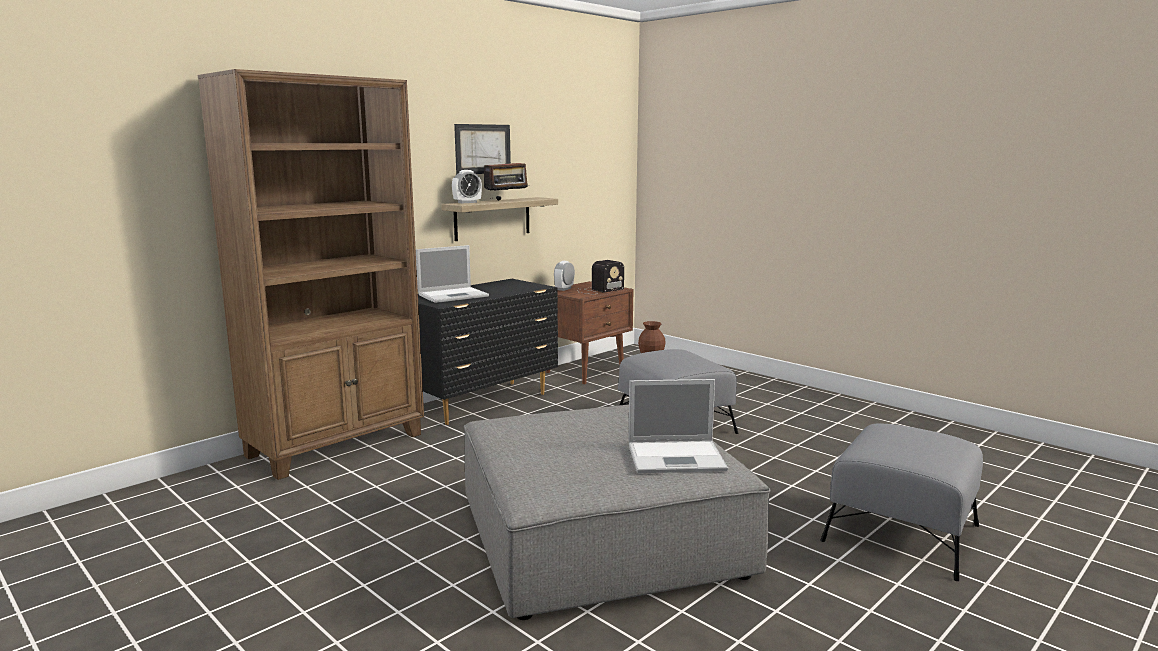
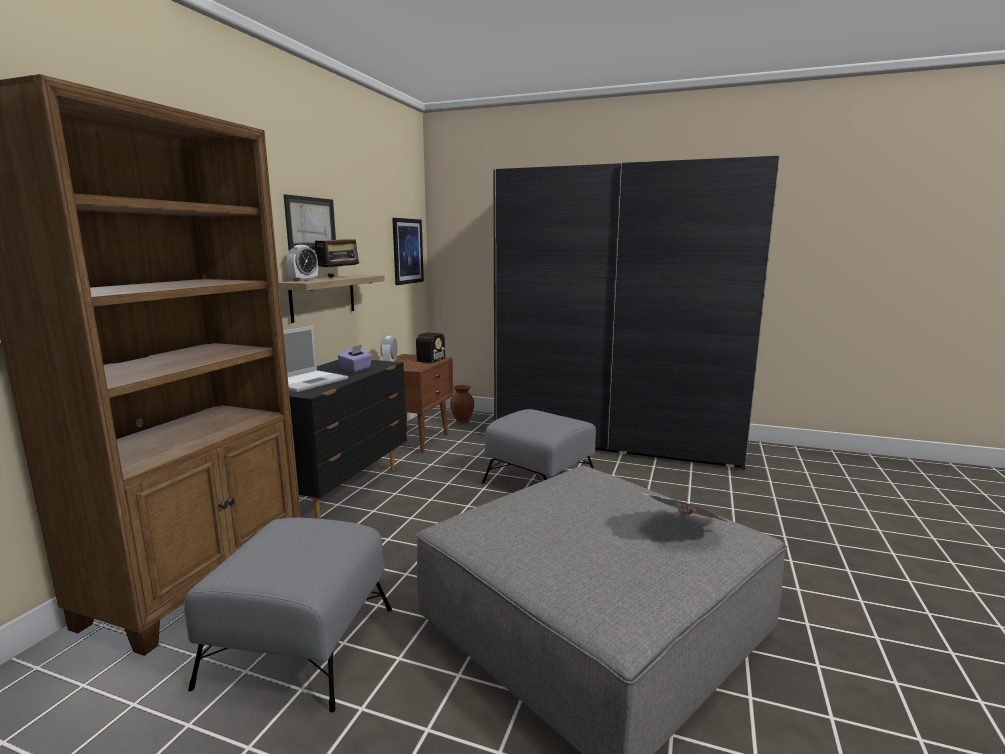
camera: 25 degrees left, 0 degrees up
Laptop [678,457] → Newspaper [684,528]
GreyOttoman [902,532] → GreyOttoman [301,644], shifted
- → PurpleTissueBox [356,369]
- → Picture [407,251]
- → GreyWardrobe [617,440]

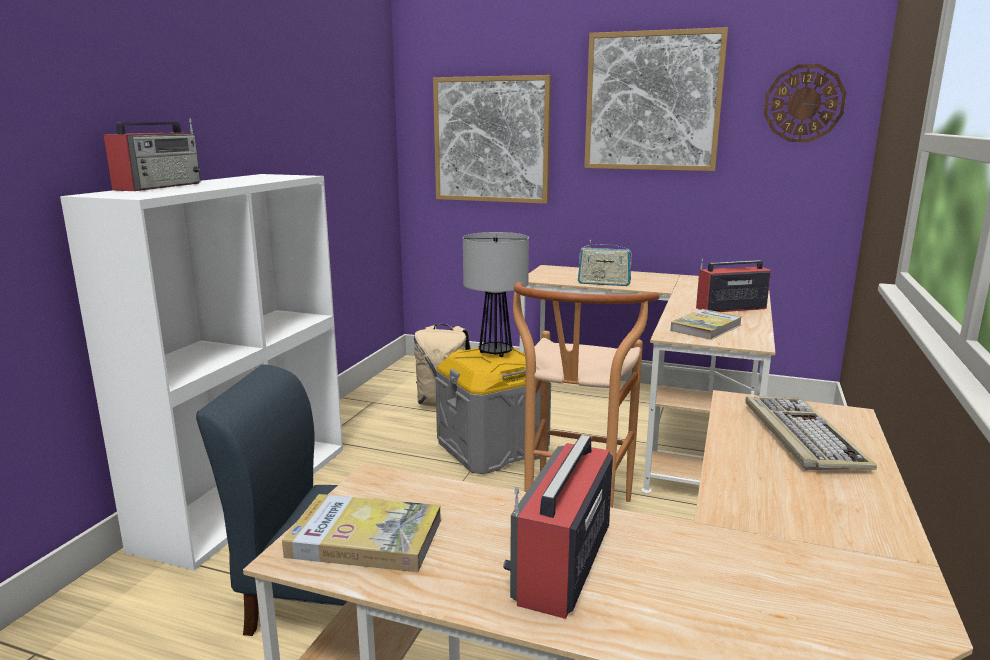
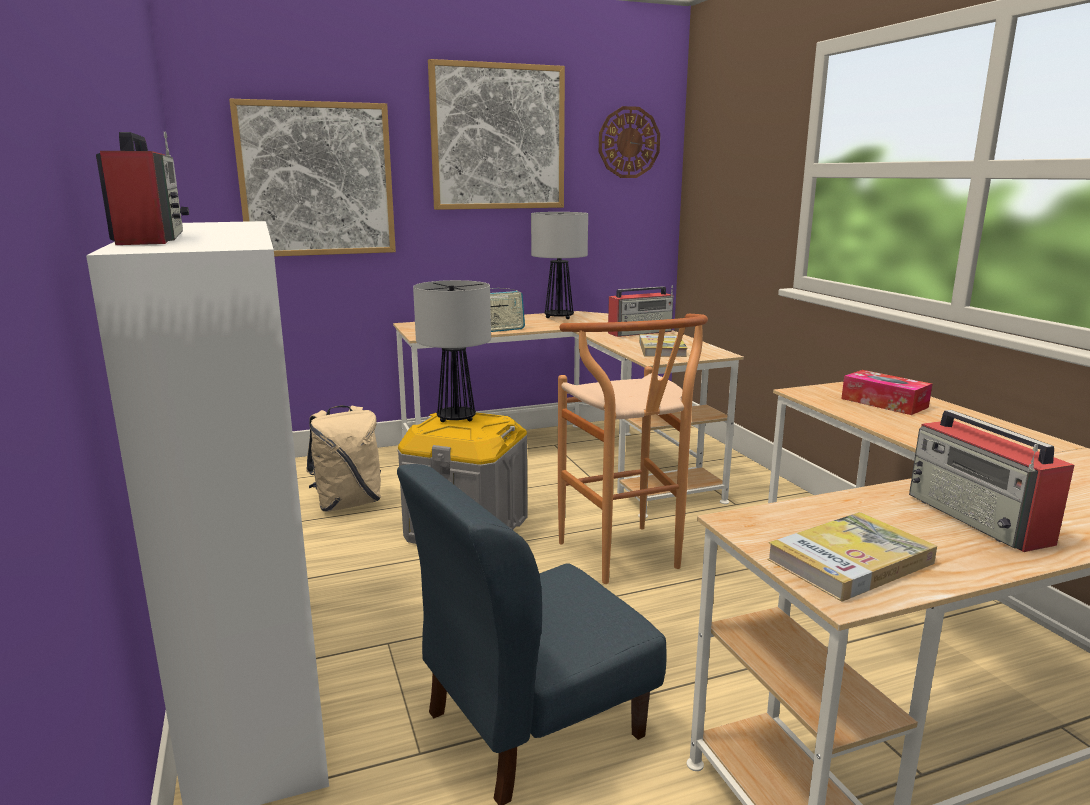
camera: 40 degrees left, 0 degrees up
Radio [729,308] → Radio [641,332], 150 degrees counterclockwise
Keyboard [800,435] → TissueBox [884,403]
- → TableLamp [558,317]

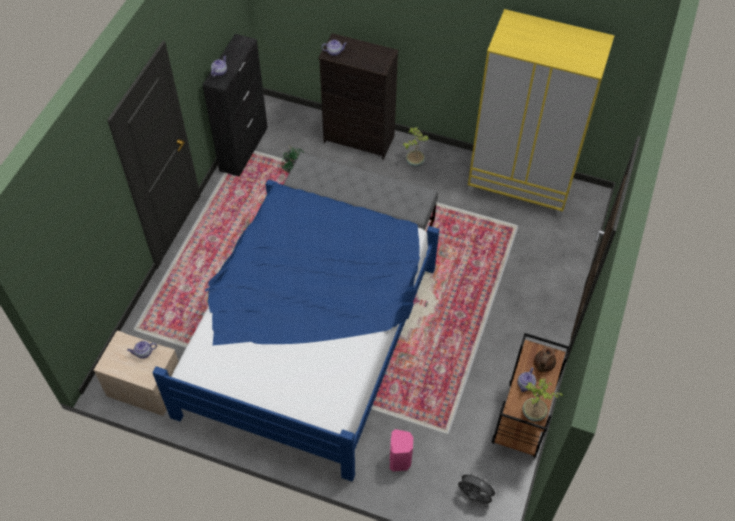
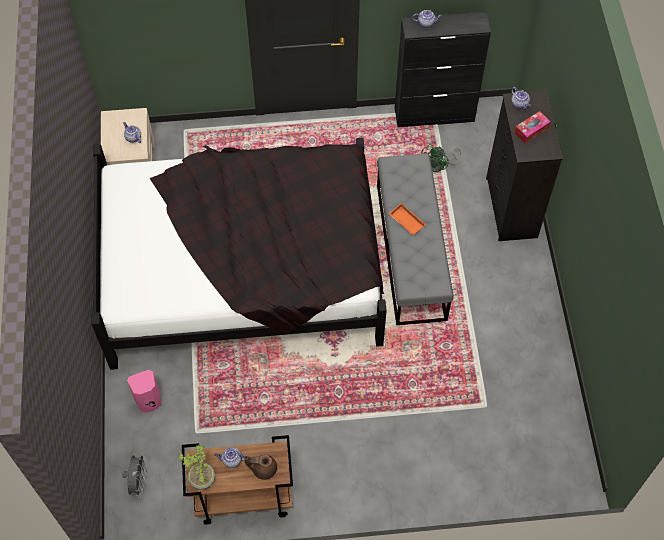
camera: 65 degrees right, 5 degrees up
BlueBed [308,337] → BlackBed [243,268]
PottedPlant [414,162] → -
YellowWardrobe [520,186] → -
- → OrangeTray [405,221]
- → TissueBox [531,130]

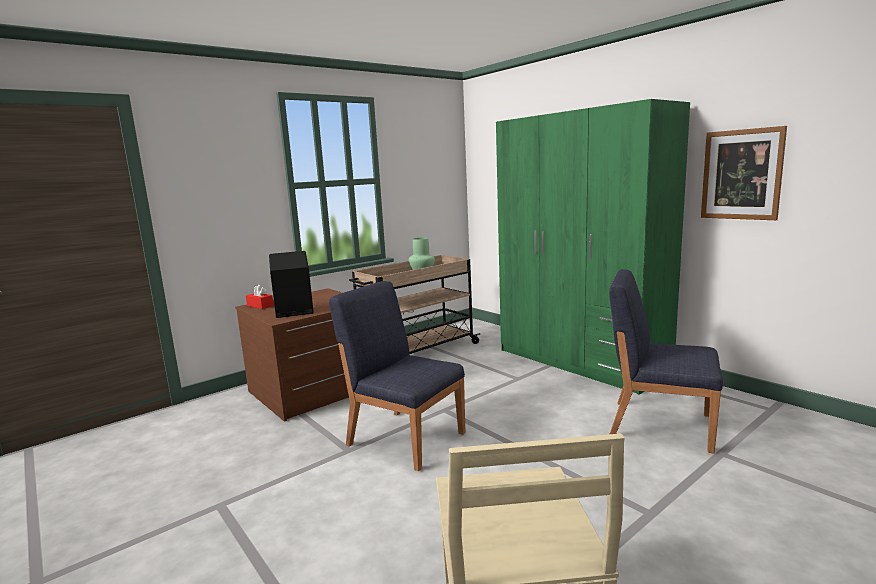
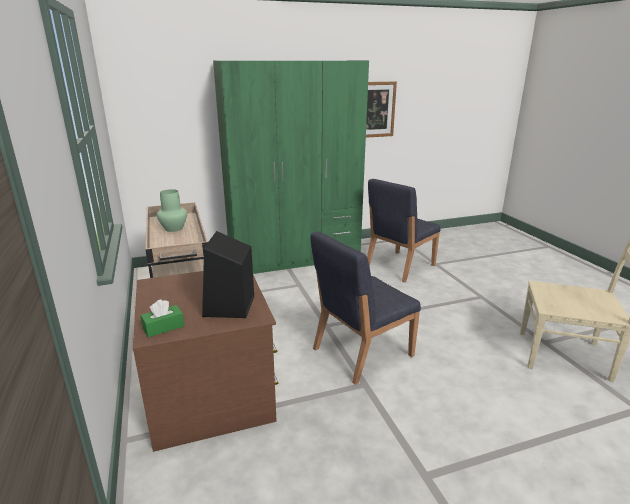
camera: 70 degrees left, 10 degrees up
RedTissueBox [260,306] → GreenTissueBox [163,327]

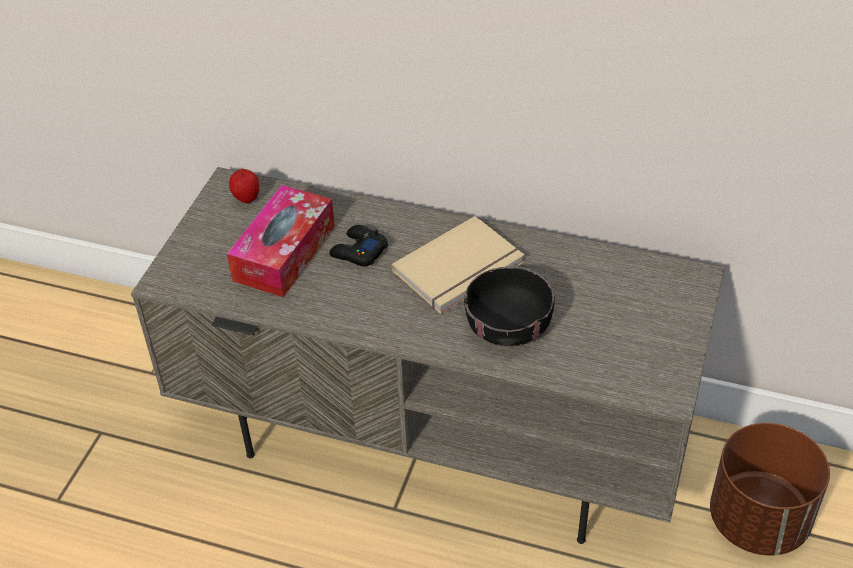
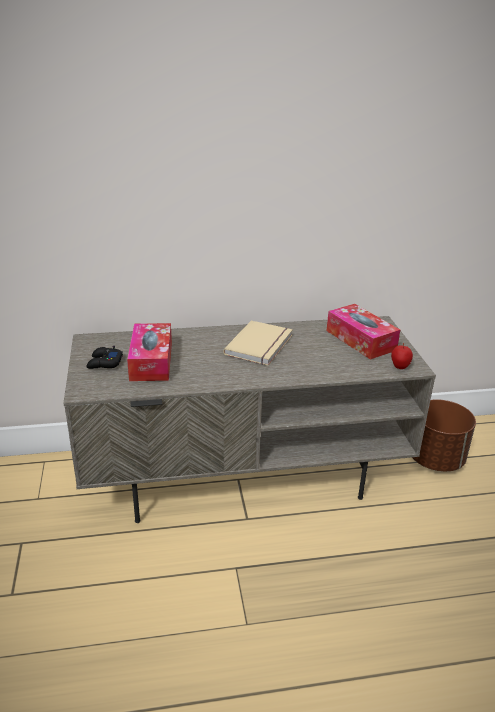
camera: 30 degrees left, 15 degrees down
Apple [246,199] → Apple [399,367], shifted
BlackGameController [358,251] → BlackGameController [104,363], shifted
BlackBowl [509,325] → -
- → TissueBox [360,340]

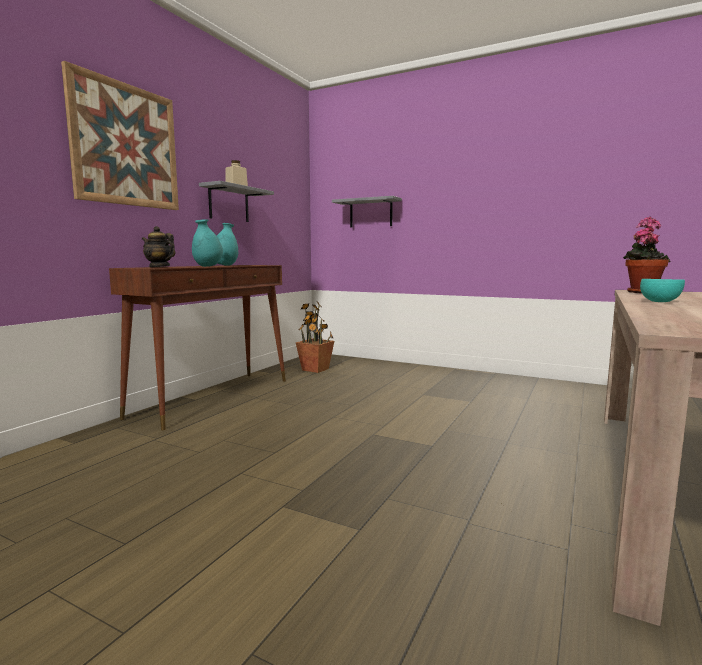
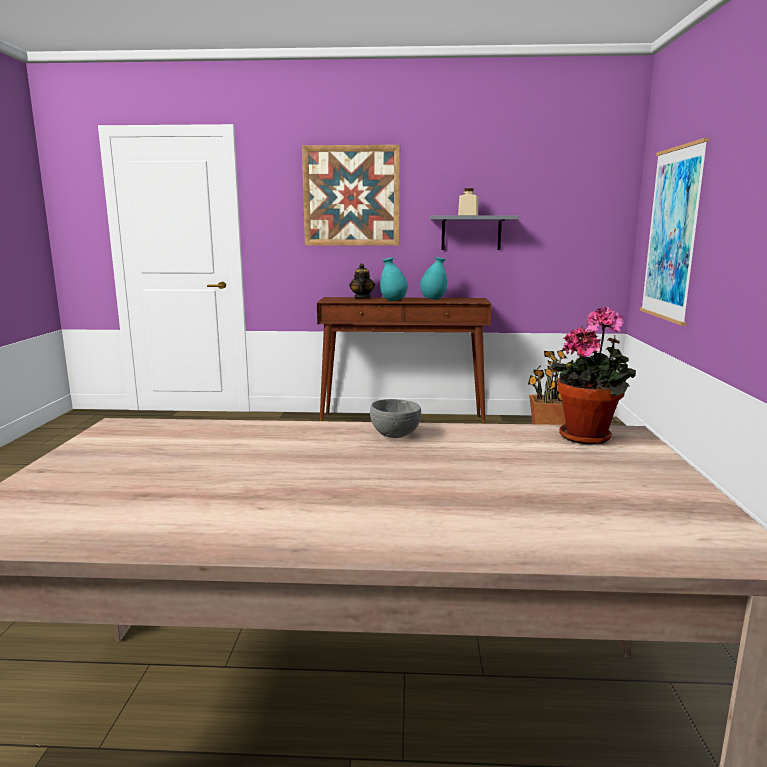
camera: 65 degrees right, 5 degrees up
GreyShelf [371,213] → Picture [672,234]
TurquoiseBowl [659,302] → GreyBowl [394,435]

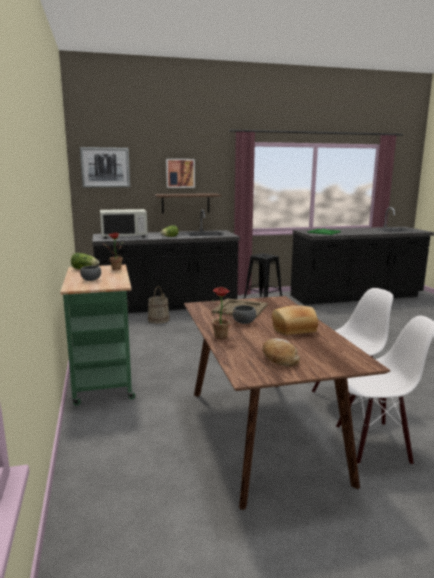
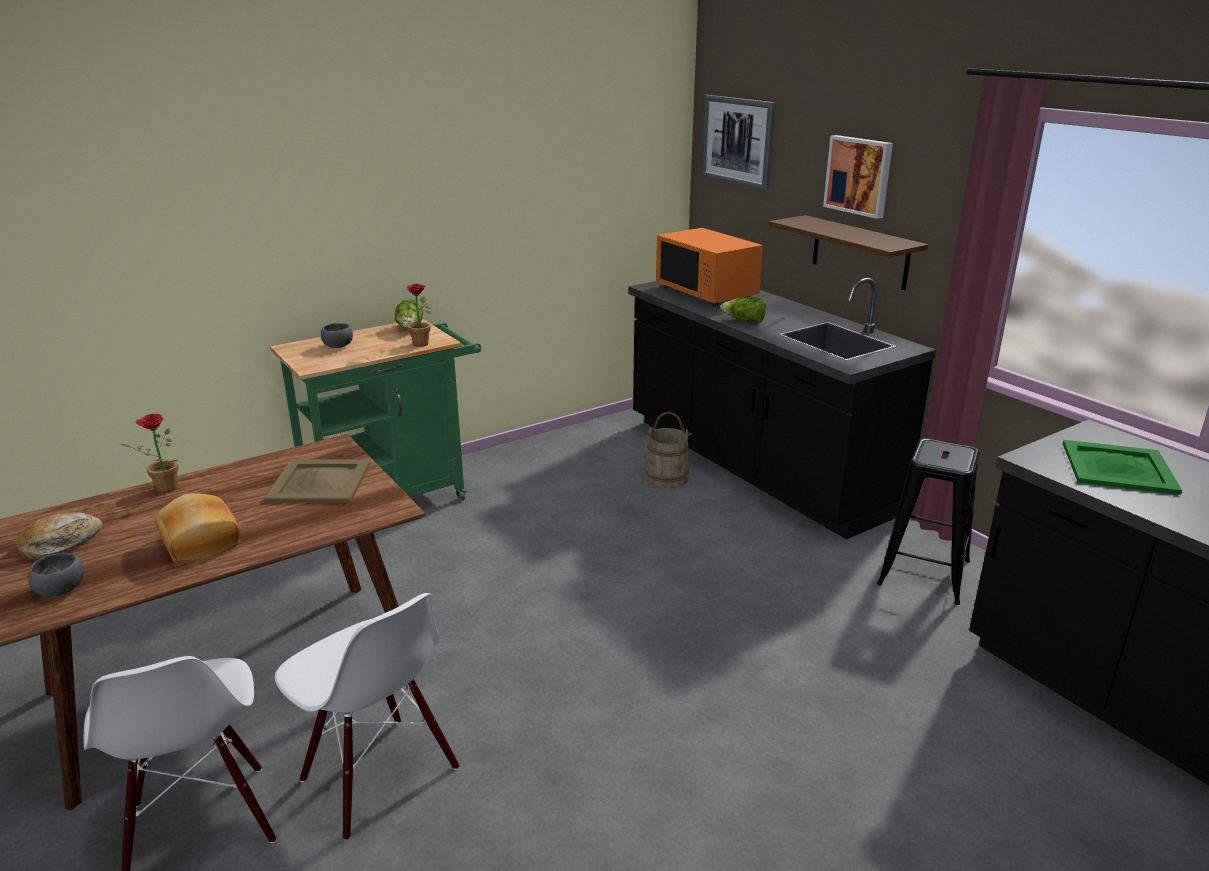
camera: 70 degrees right, 10 degrees up
WhiteMicrowave [124,236] → OrangeMicrowave [707,292]
GreyBowl [243,322] → GreyBowl [62,590], shifted

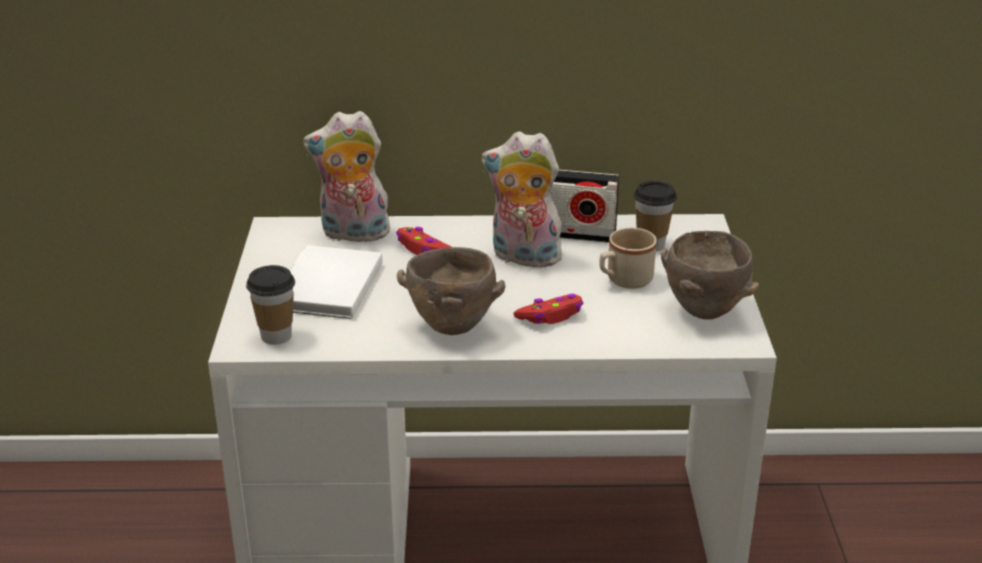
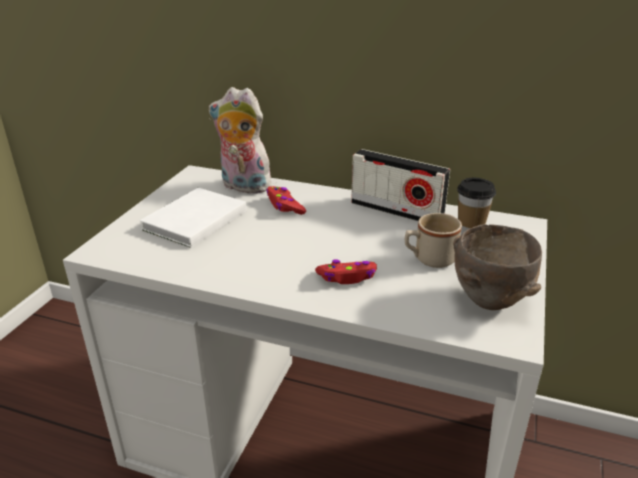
camera: 20 degrees right, 0 degrees up
Cup [276,336] → -
BrownBowl [454,327] → -
PlushToy [523,258] → -

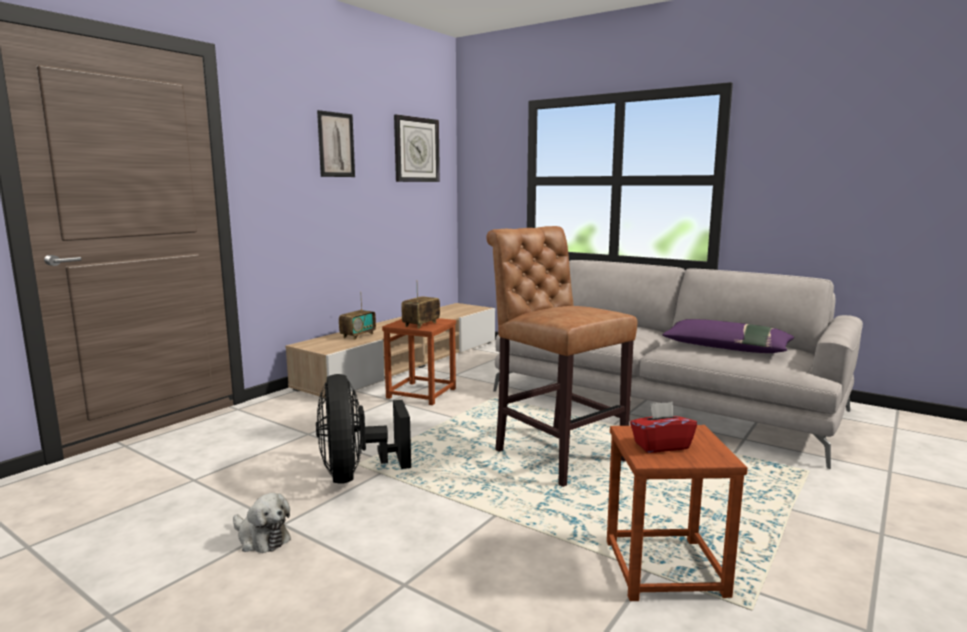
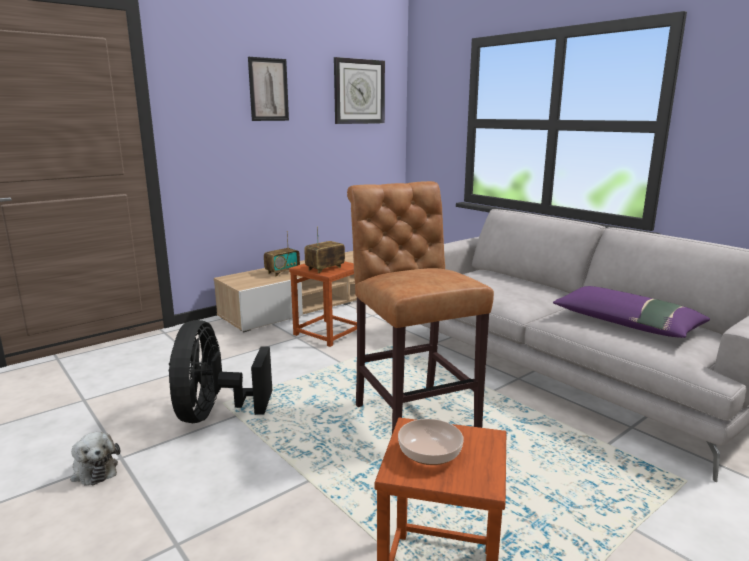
camera: 15 degrees right, 5 degrees up
RedTissueBox [661,446] → Bowl [429,454]

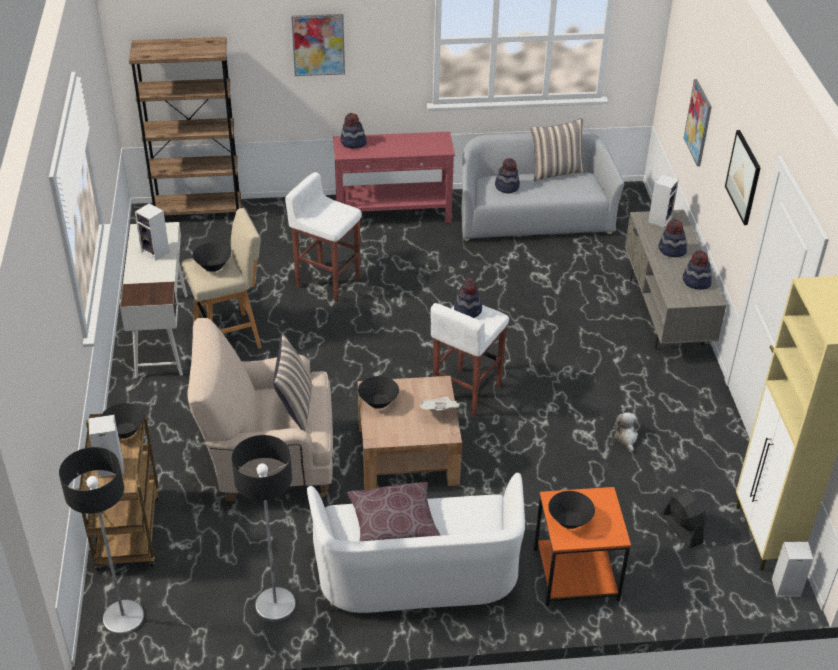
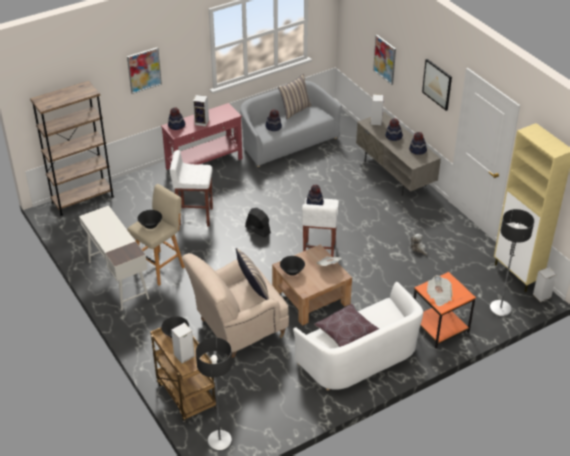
camera: 25 degrees left, 0 degrees up
Speaker [156,252] → Speaker [202,122], shifted
FloorLamp [275,605] → FloorLamp [500,309], shifted
BlackBowl [569,521] → Newspaper [439,296]
BlackFan [682,528] → BlackFan [257,230], shifted

